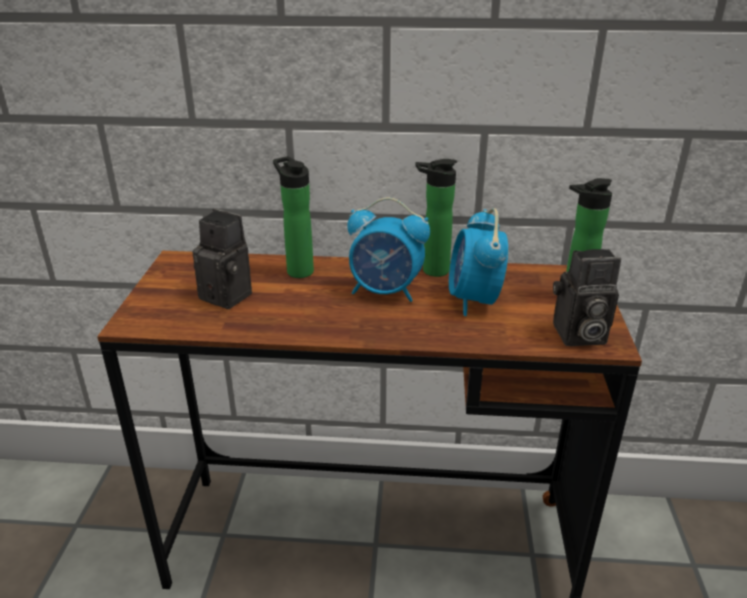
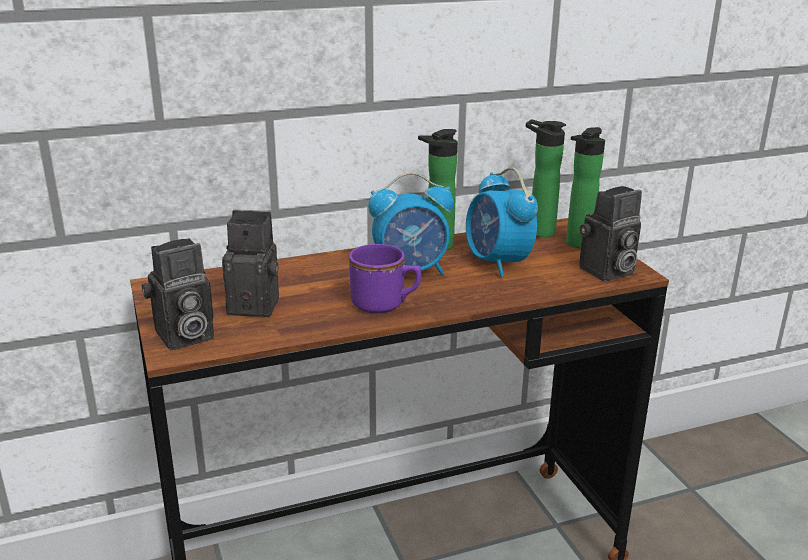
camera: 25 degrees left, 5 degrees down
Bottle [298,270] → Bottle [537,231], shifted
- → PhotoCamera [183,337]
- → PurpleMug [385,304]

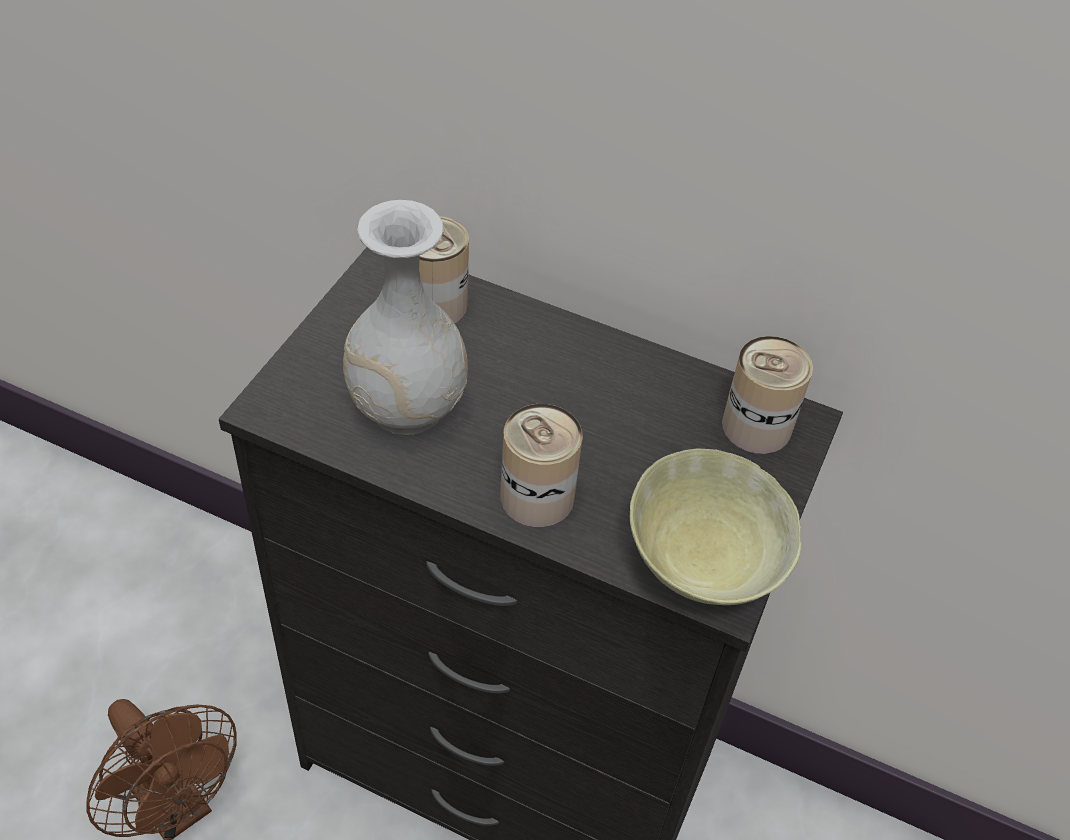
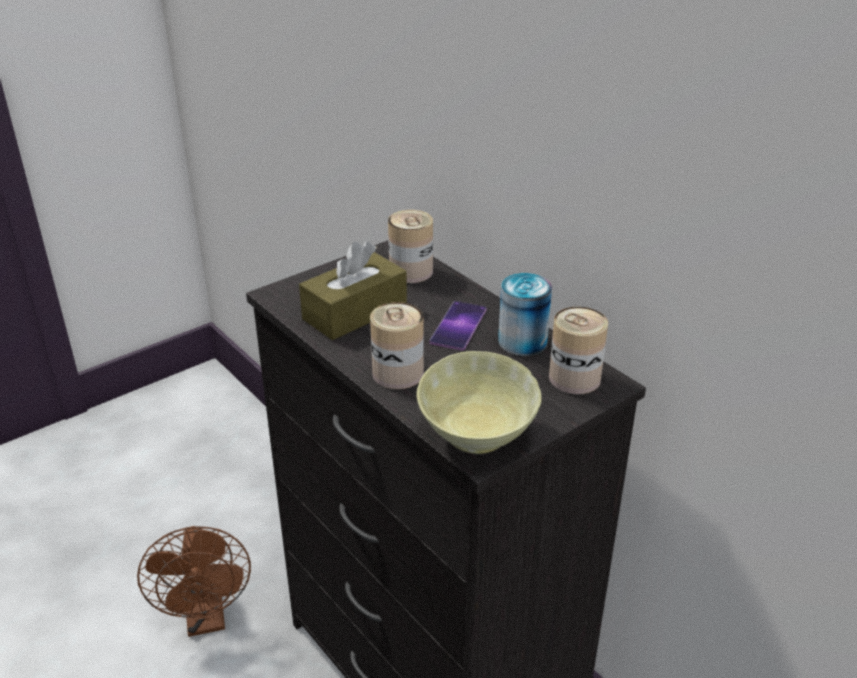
camera: 30 degrees right, 15 degrees down
WhiteVase [406,406] → BrownTissueBox [355,312]
- → Phone [458,326]
- → Can [522,341]

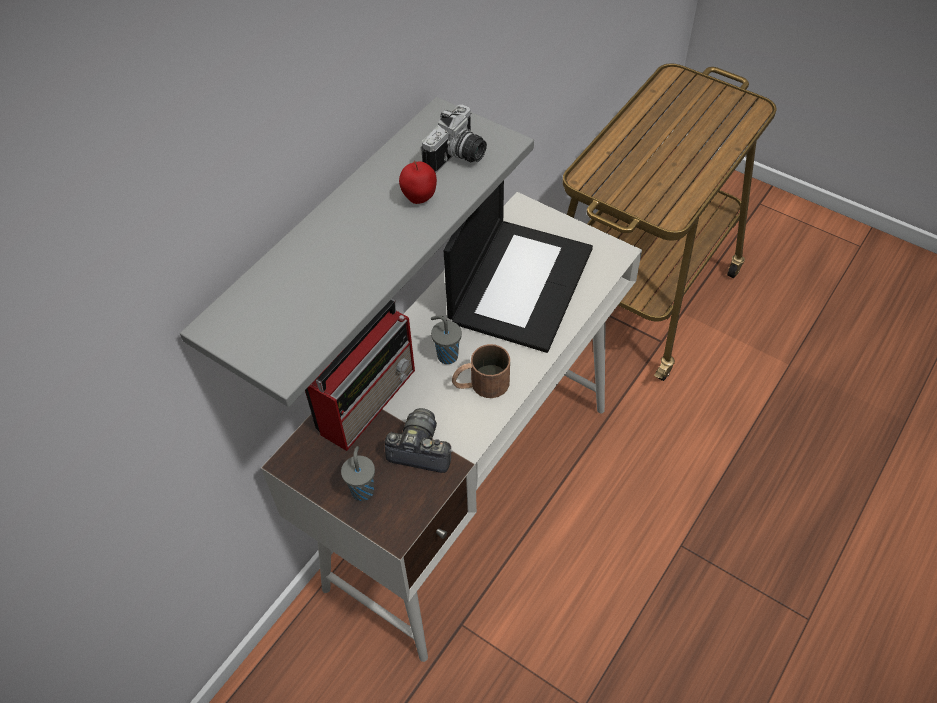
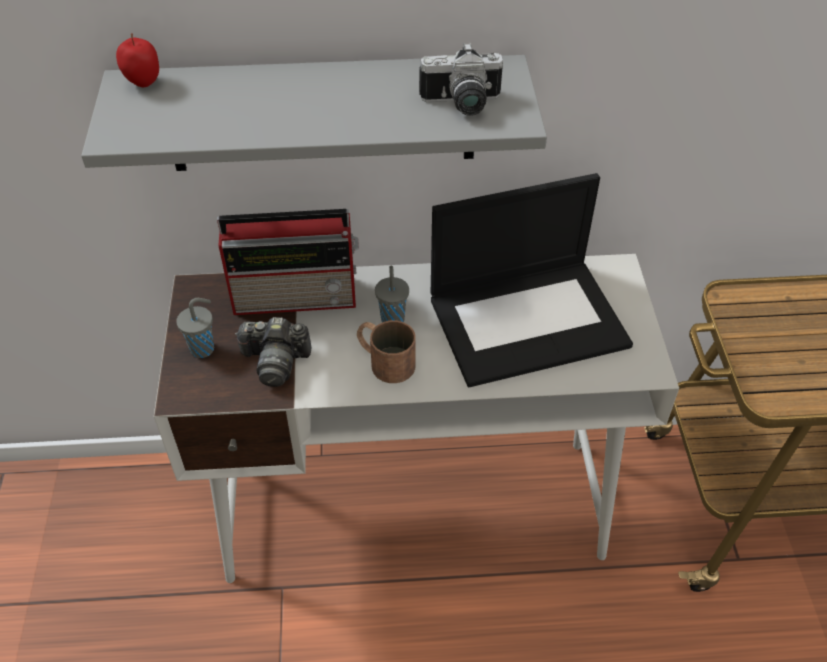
camera: 50 degrees right, 5 degrees down
PhotoCamera [420,450] → PhotoCamera [275,361], 120 degrees clockwise
Apple [419,199] → Apple [143,83], shifted

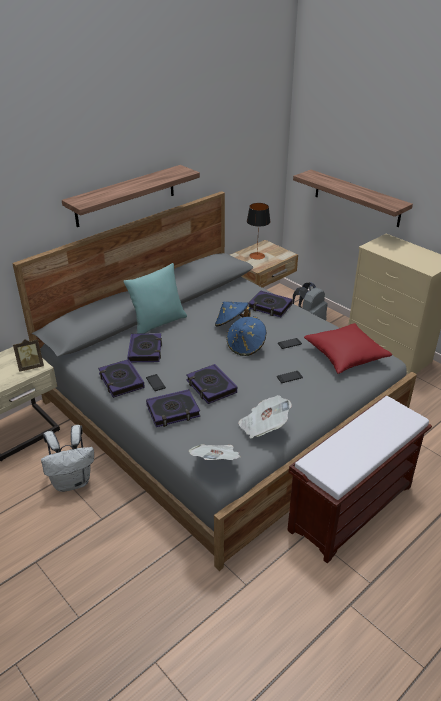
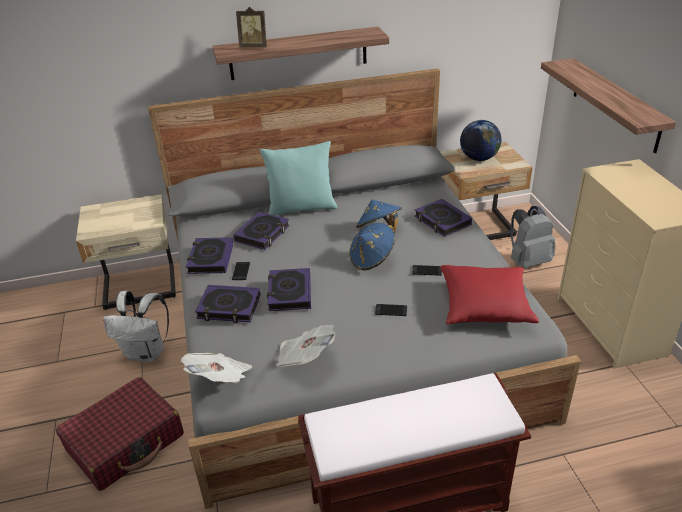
camera: 30 degrees right, 0 degrees up
PictureFrame [31,366] → PictureFrame [254,47], shifted
TableLamp [257,256] → Globe [478,158]
- → RedSuitcase [125,442]

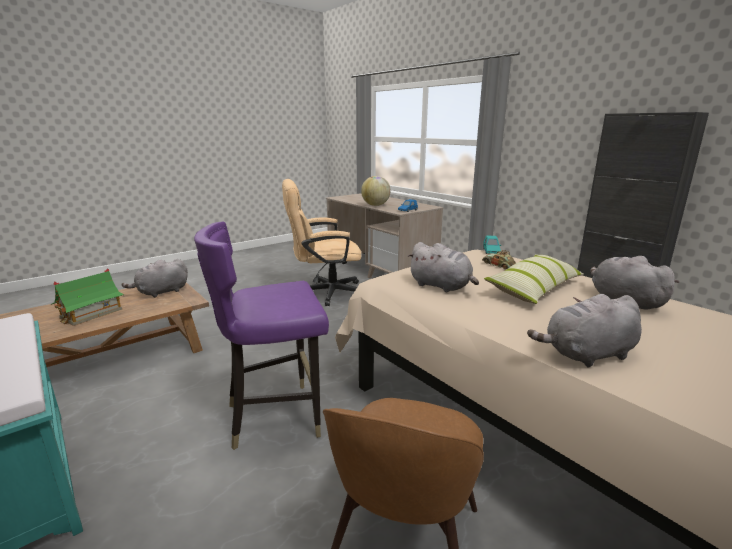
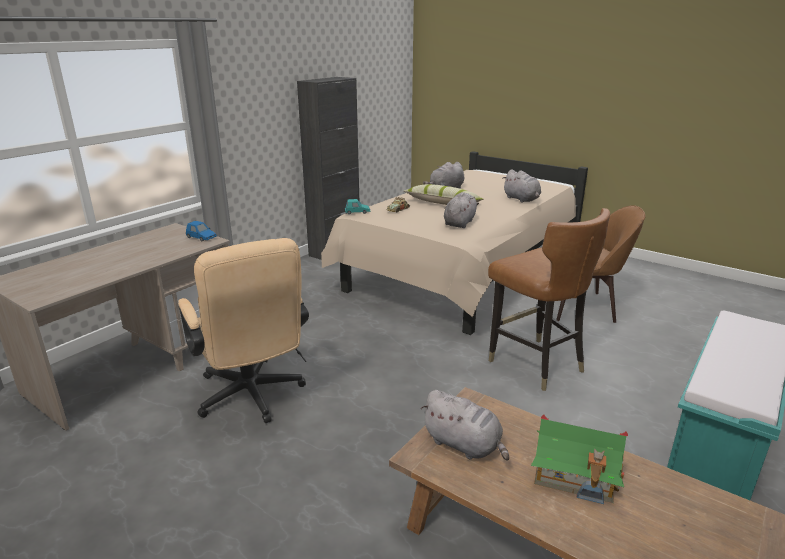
camera: 105 degrees left, 5 degrees up
PurpleChair [275,416] → BrownChair [535,364]
Globe [375,205] → -

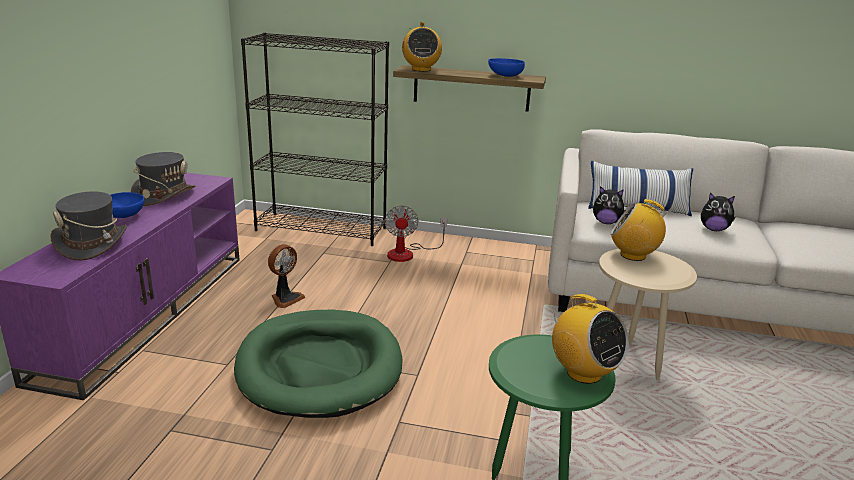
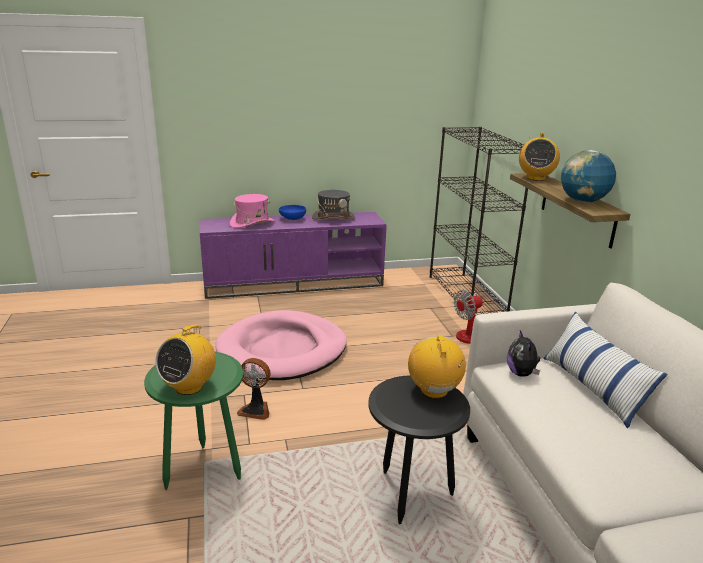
camera: 65 degrees right, 0 degrees up
GreyHat [92,244] → PinkHat [252,223]
GreenDogBed [319,367] → PinkDogBed [282,350]
Fan [285,298] → Fan [256,409], shifted
Radio [421,69] → Radio [535,178], 45 degrees counterclockwise
BlueBowl [504,76] → Globe [583,201]
BeigeSideTable [628,365] → BlackSideTable [410,500]
PlushToy [713,229] → -

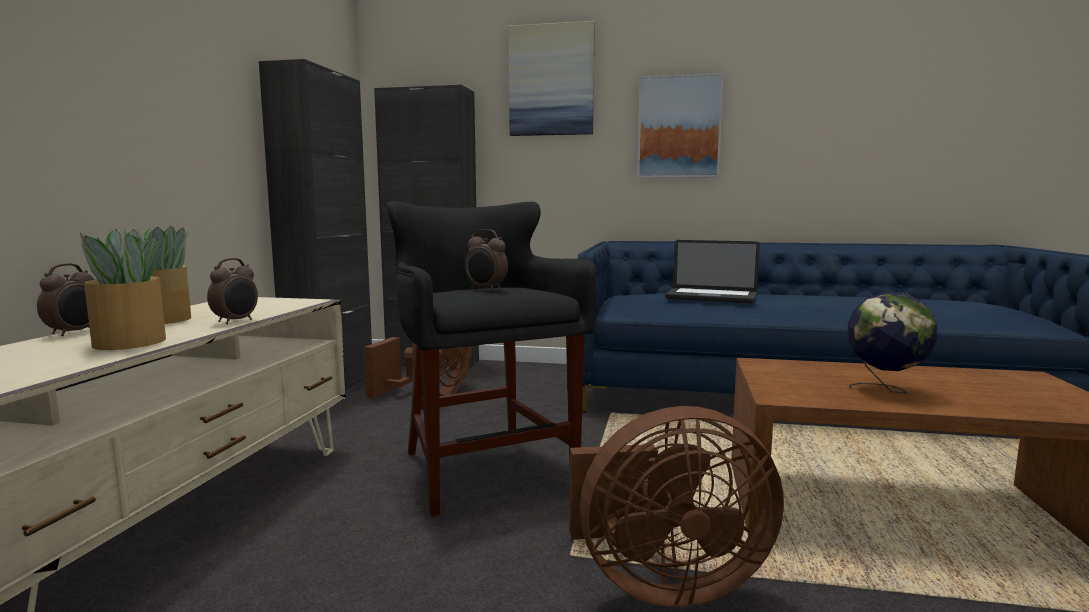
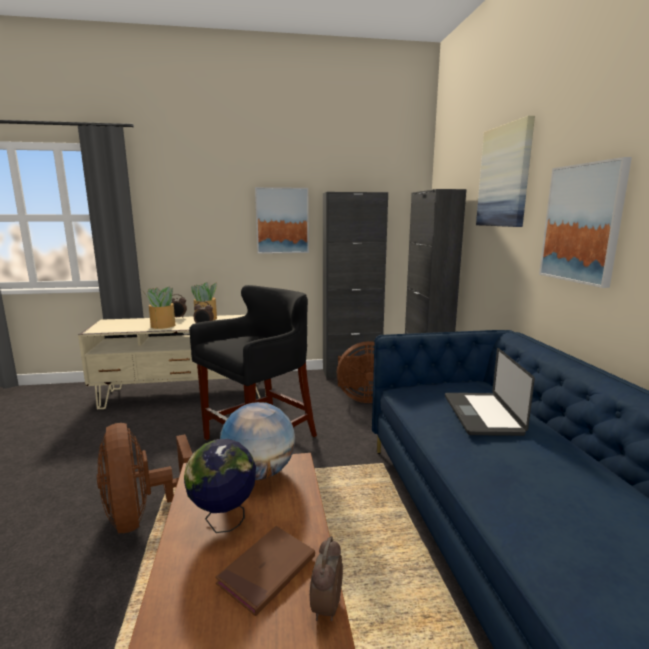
camera: 70 degrees right, 5 degrees up
AlarmClock [486,289] → AlarmClock [325,607], shifted
- → BrownBook [267,571]
- → Globe [259,473]
- → Picture [282,220]

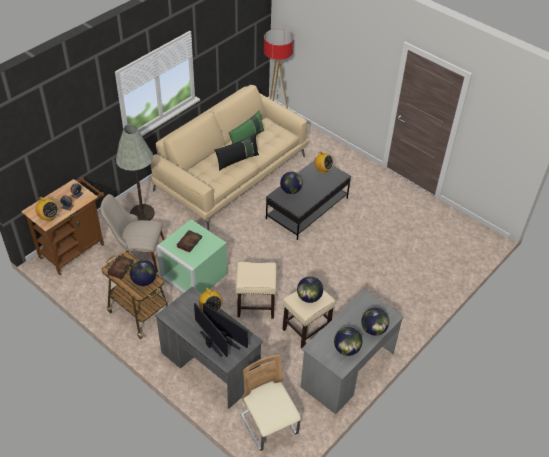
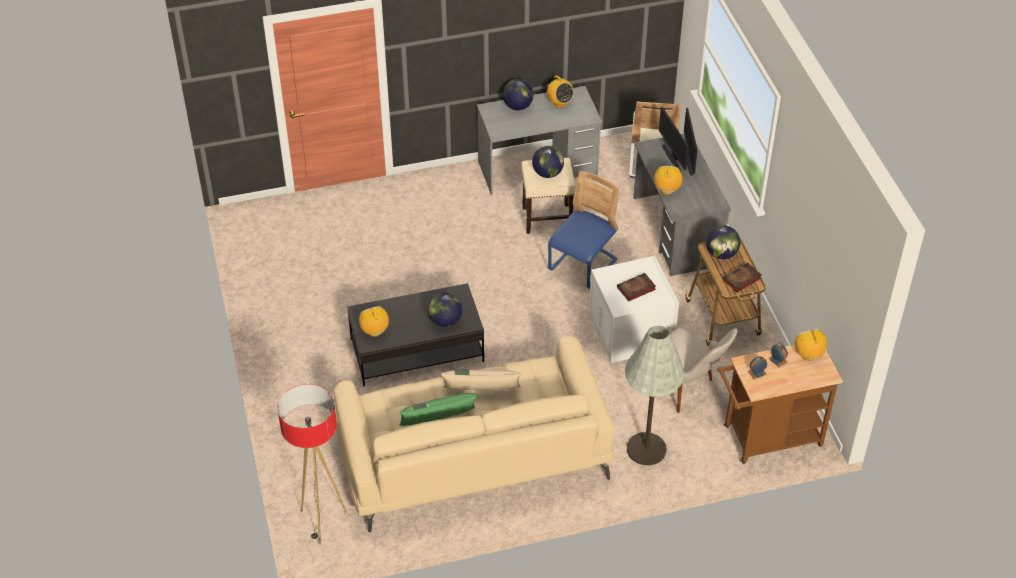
camera: 145 degrees left, 0 degrees up
GreenStorageBox [192,275] → WhiteStorageBox [632,332]
BlackPillow [237,160] → BeigePillow [481,392]
BeigeStool [255,305] → BlueChair [583,266]
Globe [346,349] → Radio [559,103]

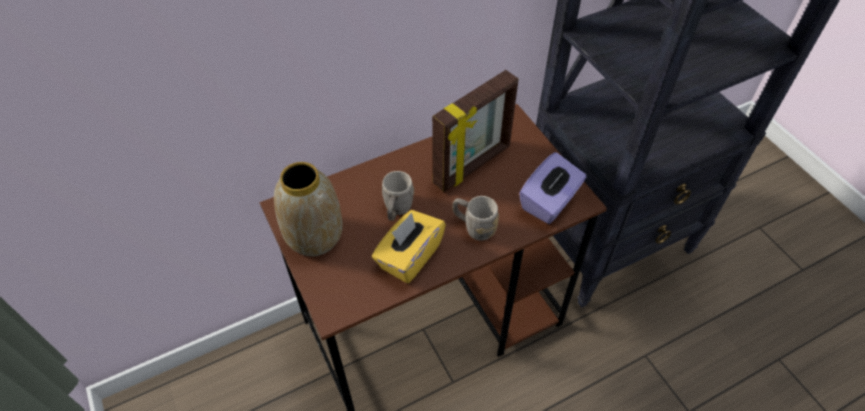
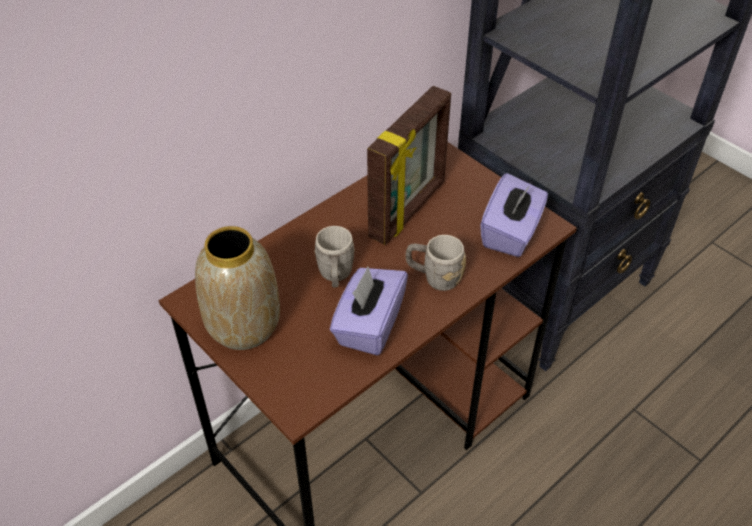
camera: 15 degrees left, 5 degrees down
YellowTissueBox [409,257] → PurpleTissueBox [369,325]

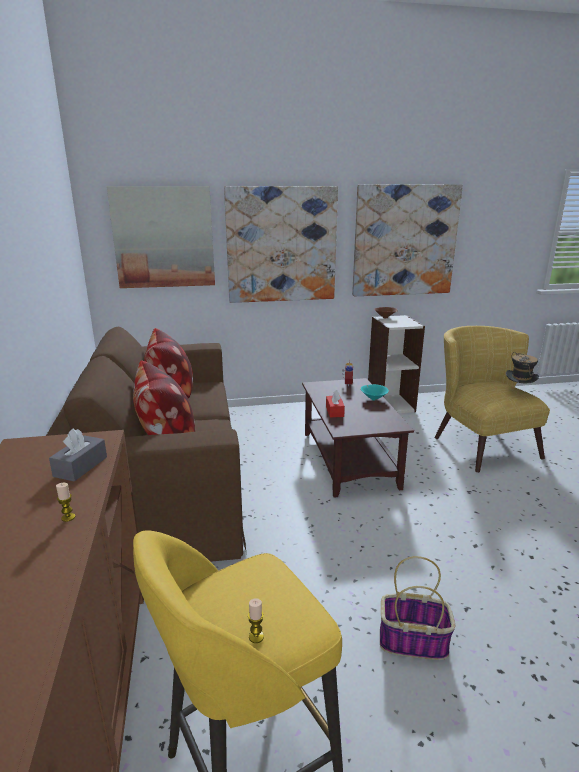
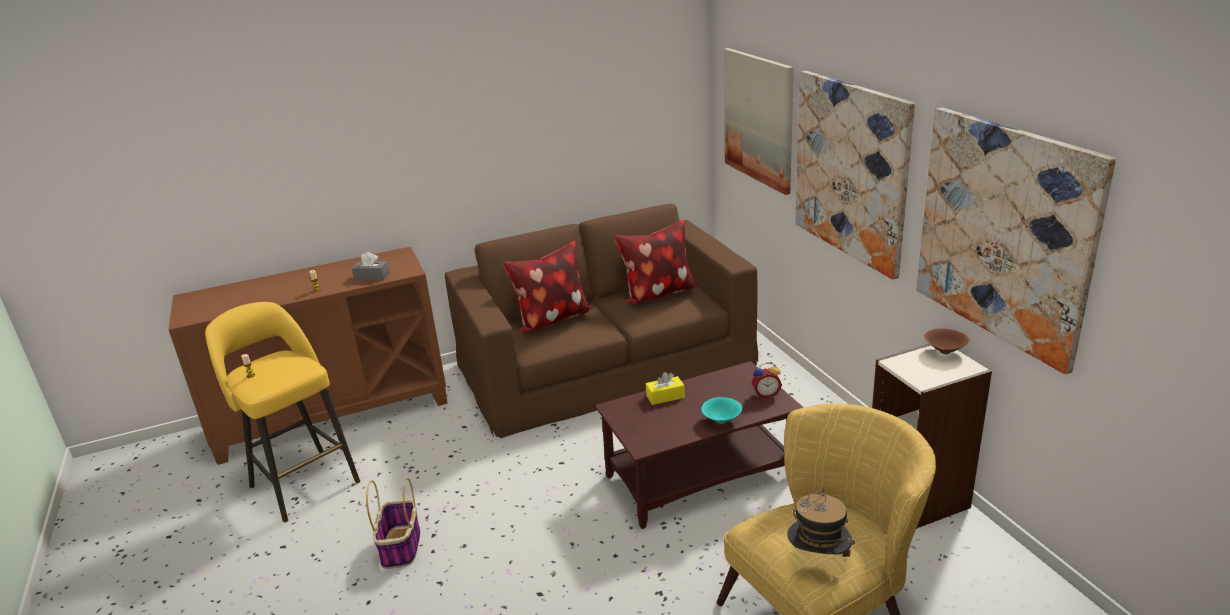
camera: 80 degrees right, 5 degrees up
RedTissueBox [334,411] → YellowTissueBox [665,396]

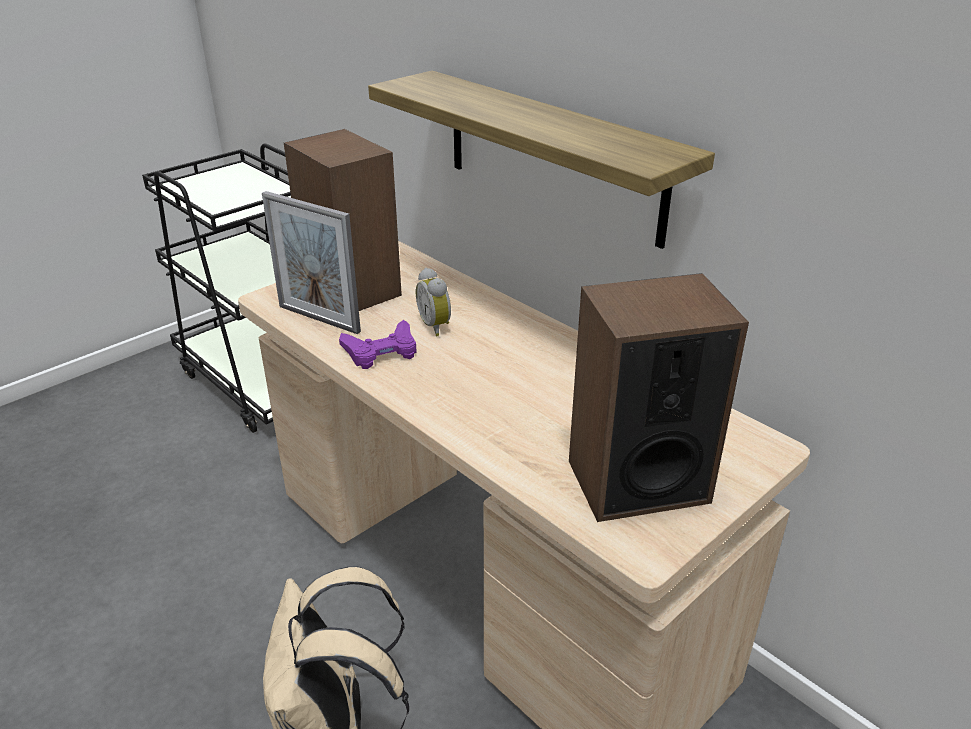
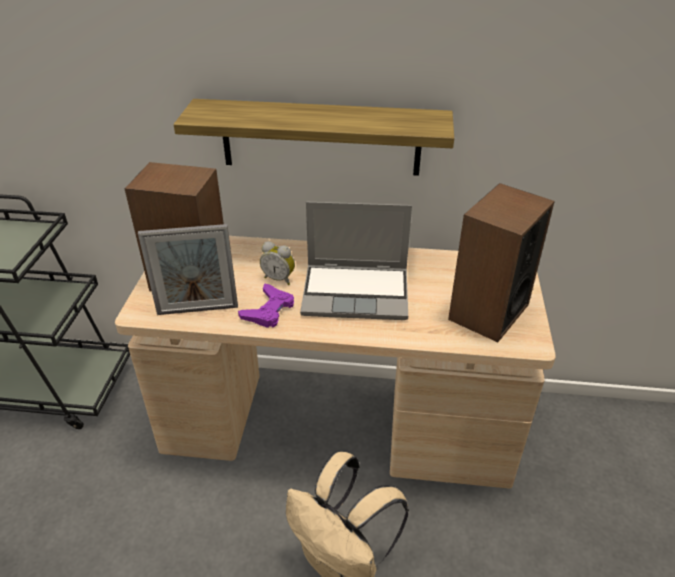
camera: 40 degrees left, 5 degrees up
- → Laptop [357,292]

